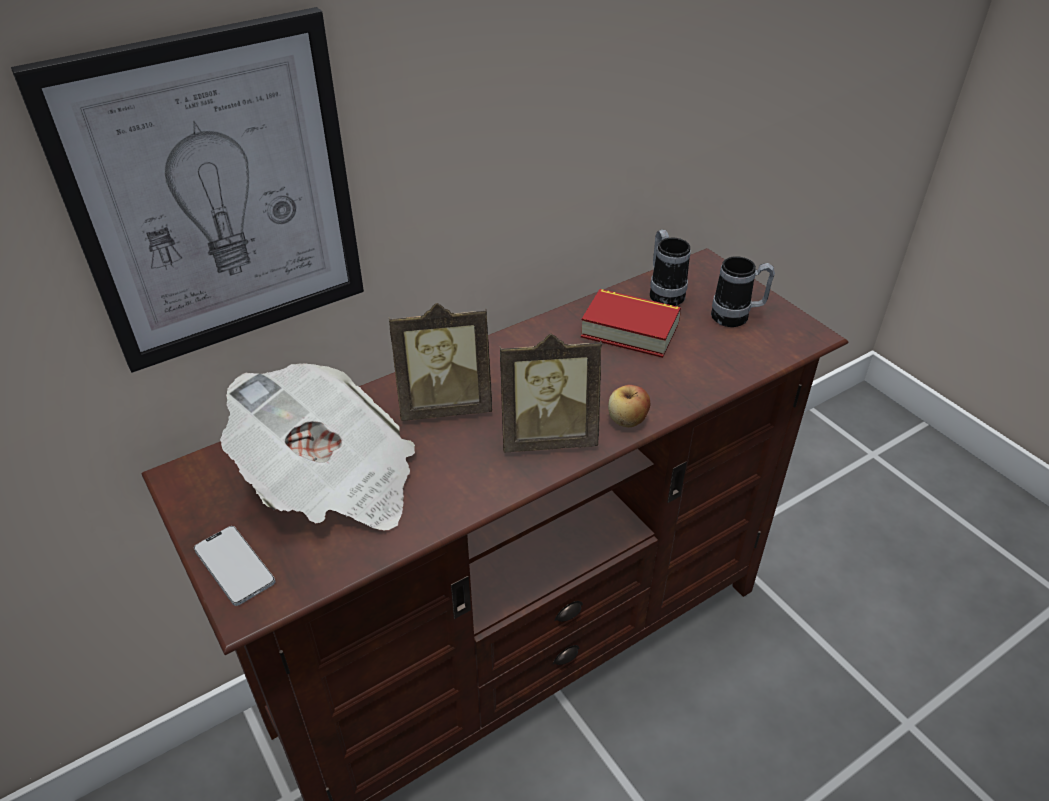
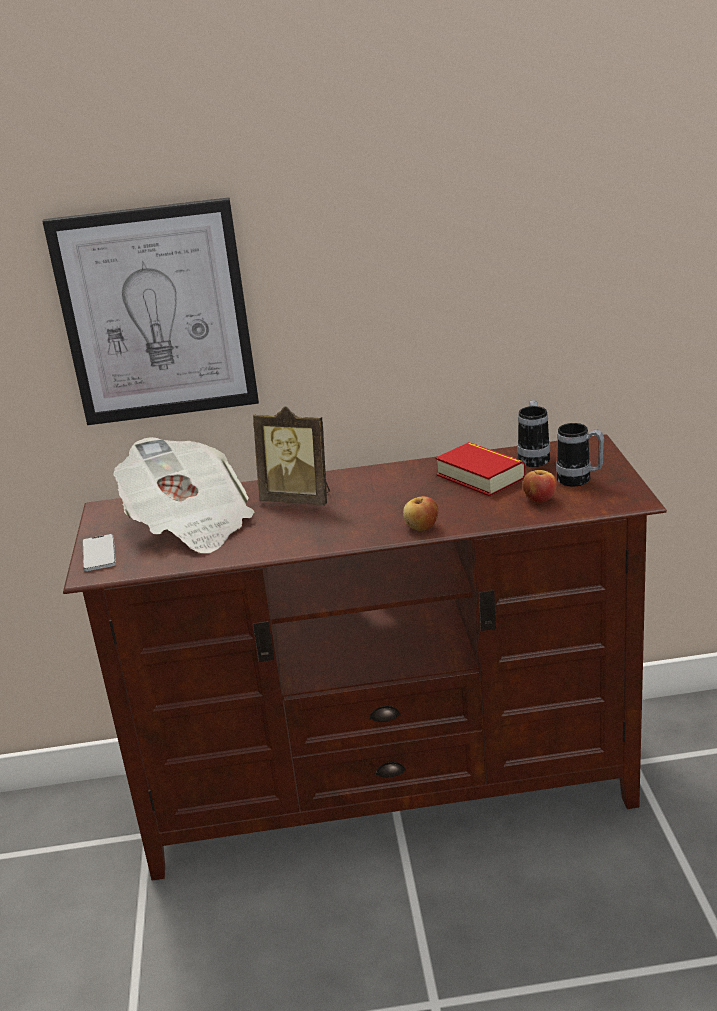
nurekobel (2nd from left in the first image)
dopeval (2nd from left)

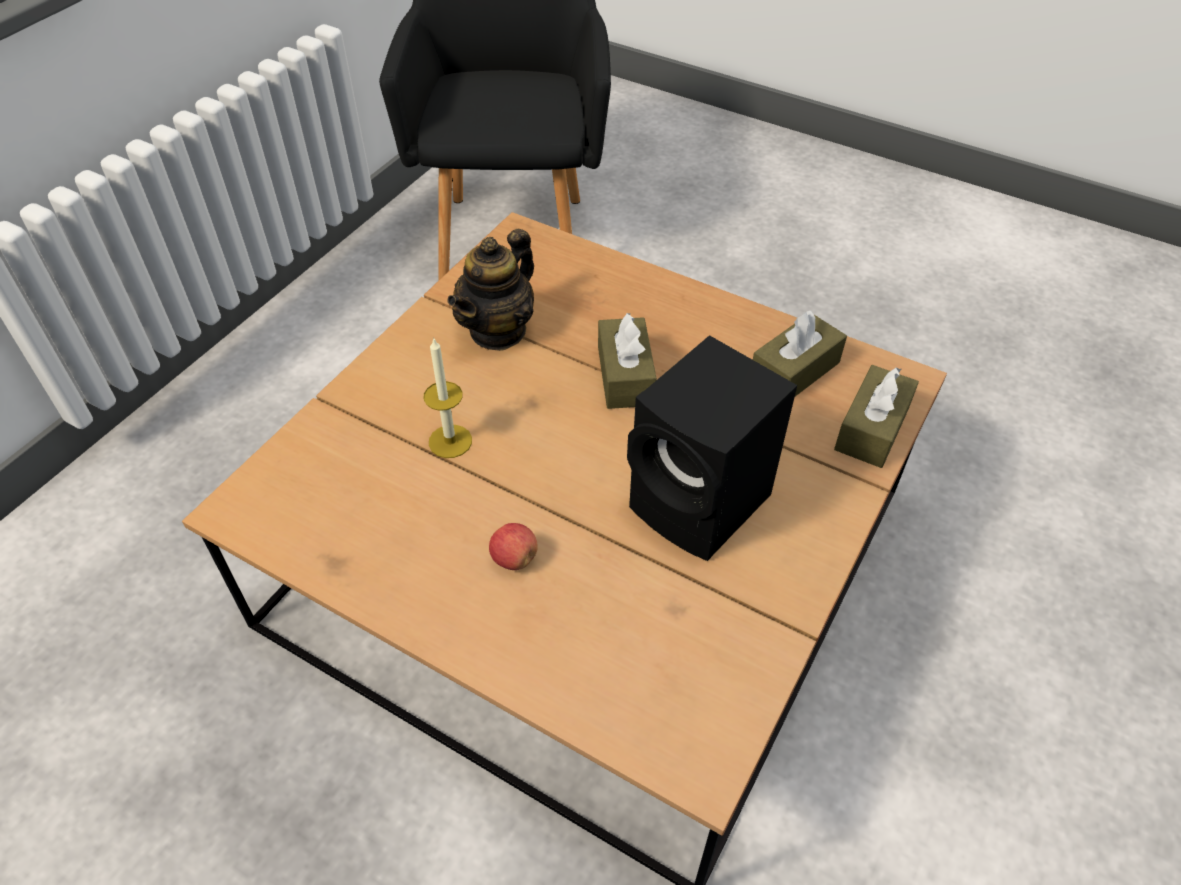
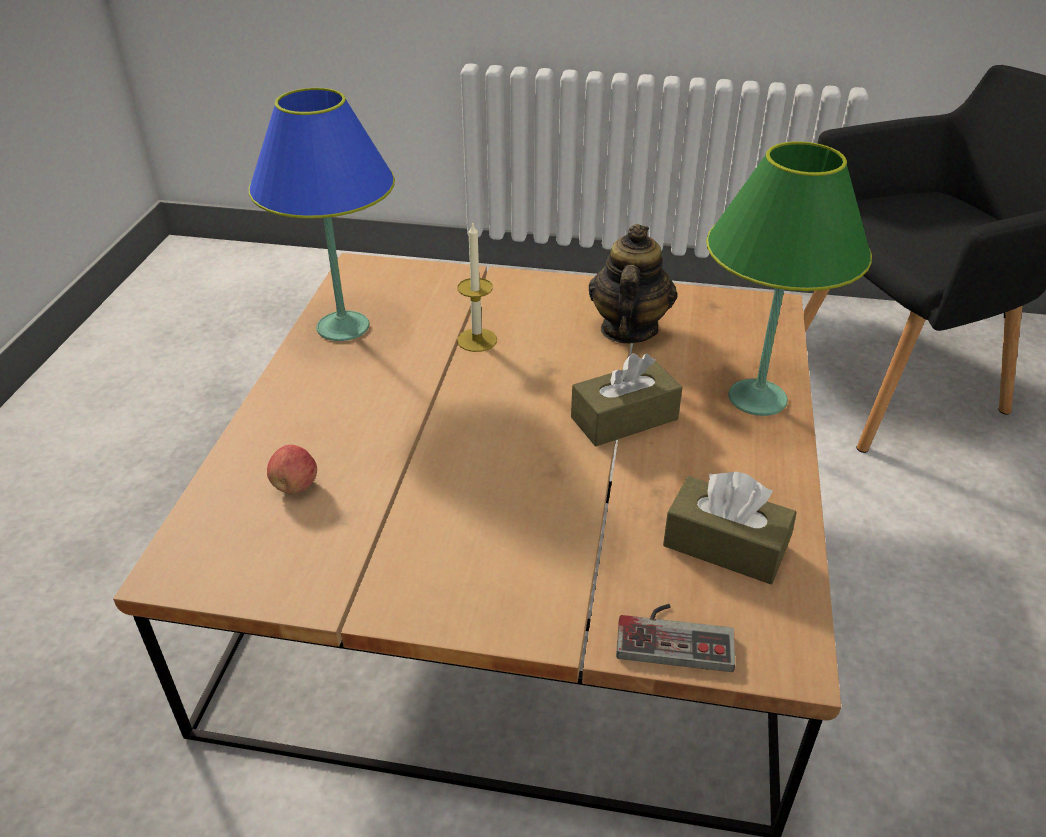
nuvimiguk
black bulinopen
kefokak
dopeval
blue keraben
green keraben

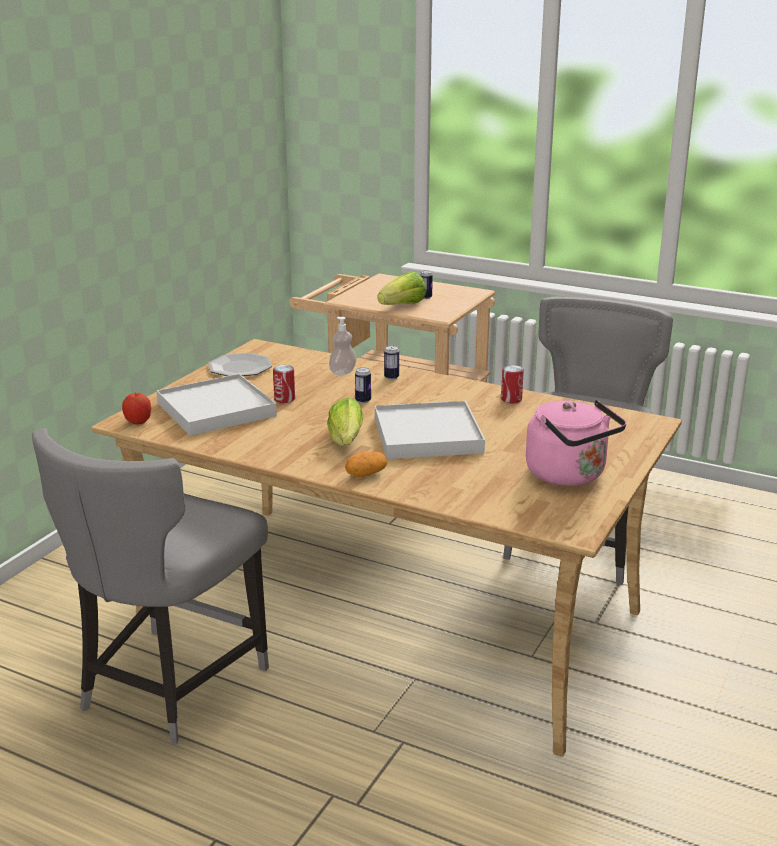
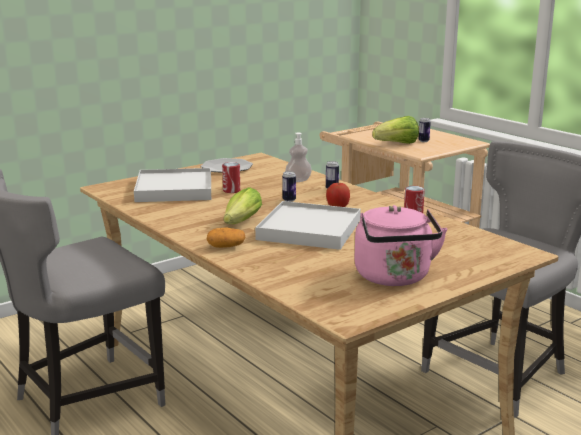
dopeval

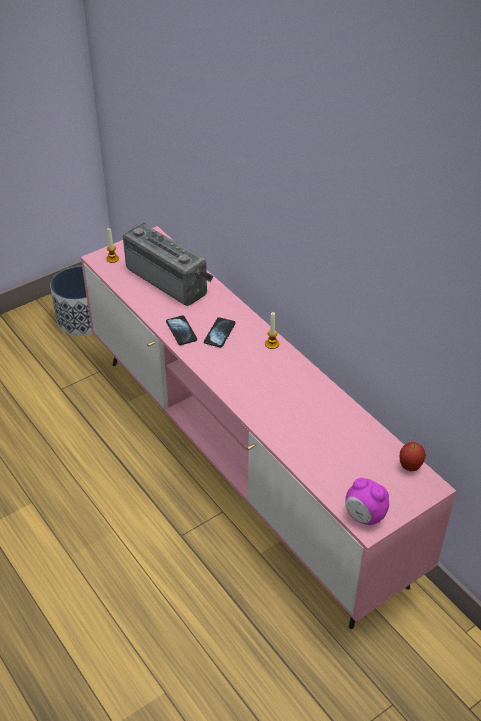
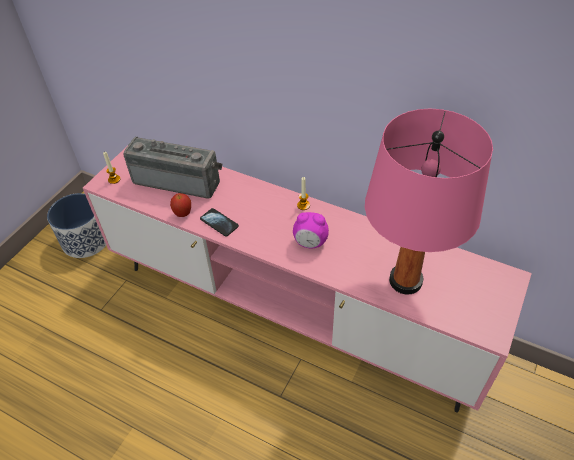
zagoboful (2nd from left in the first image)
dopeval
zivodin
pink keraben

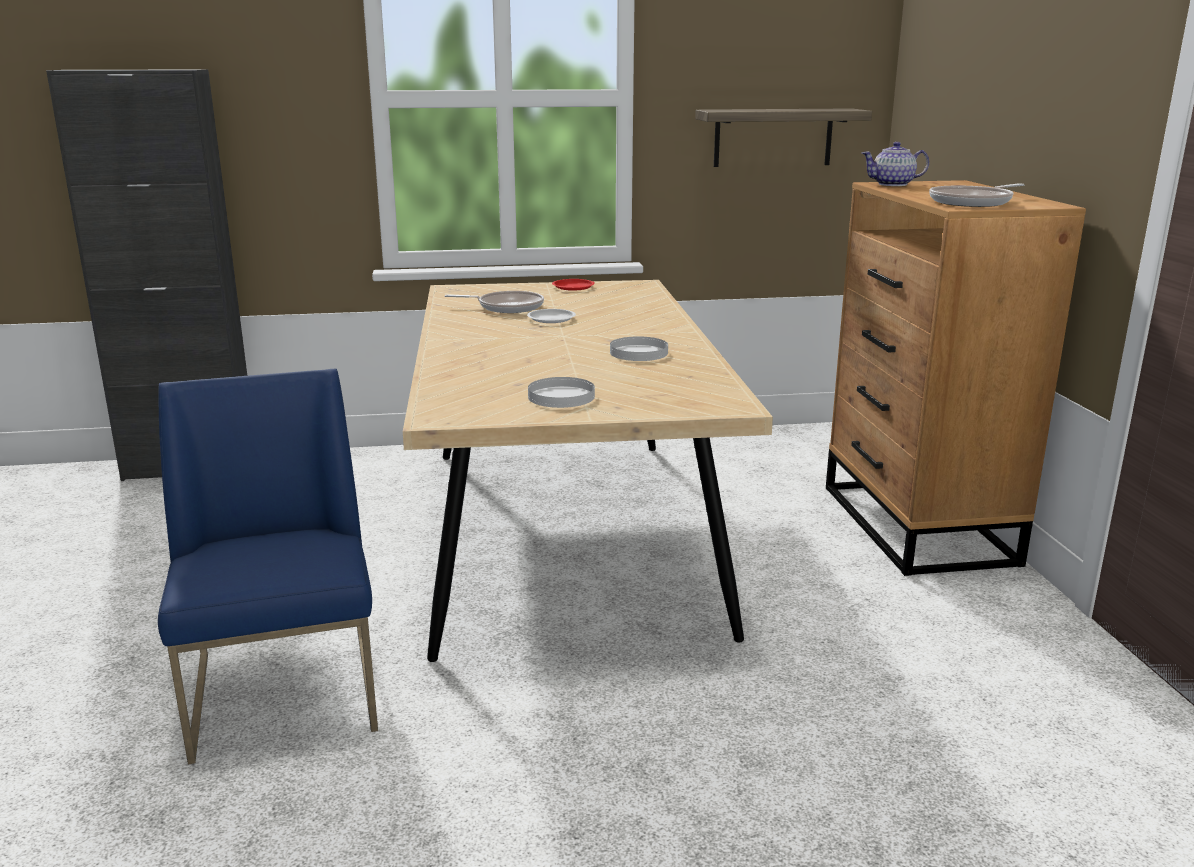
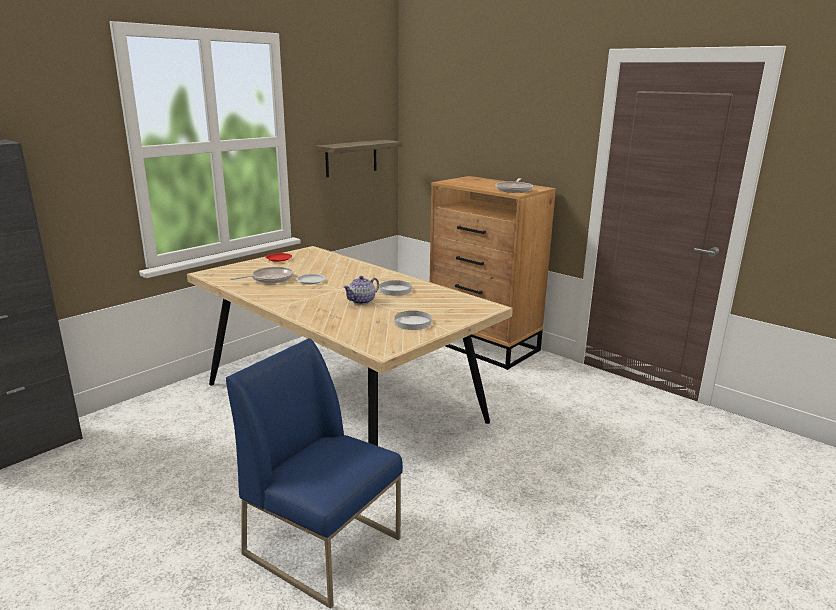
nuvimiguk

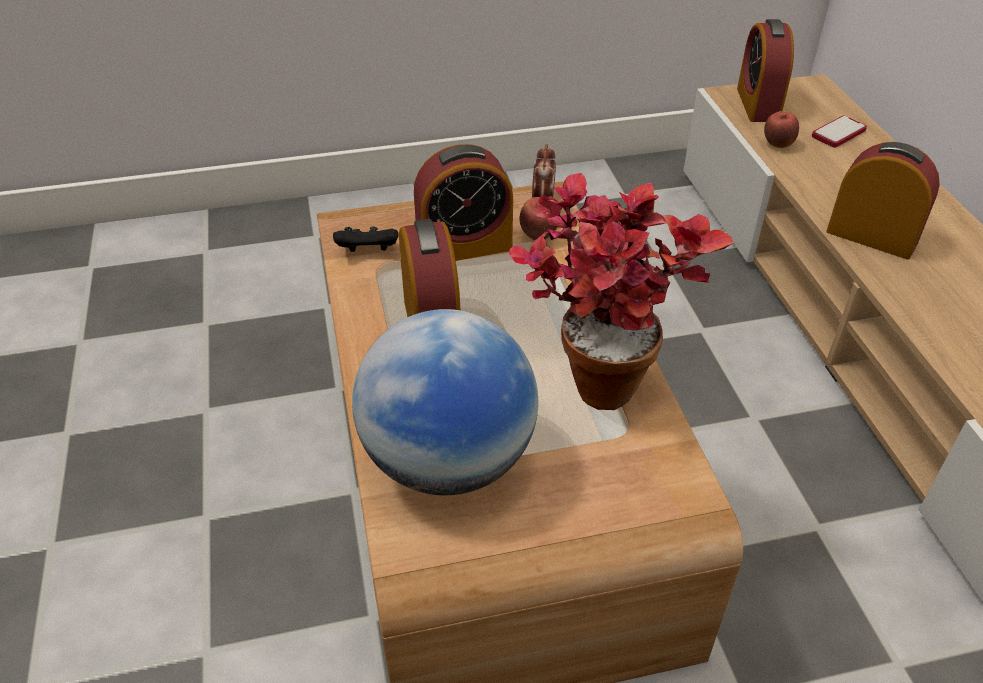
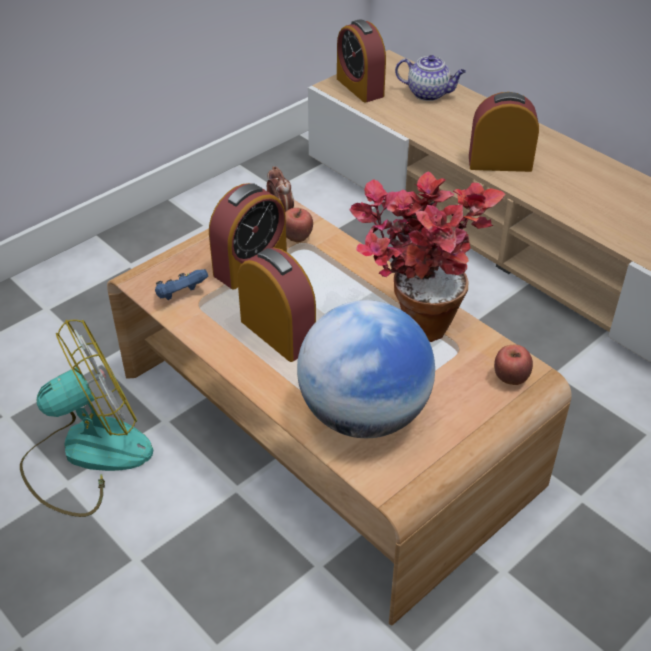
dopeval (2nd from left)
nuvimiguk
blue kefokak
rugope

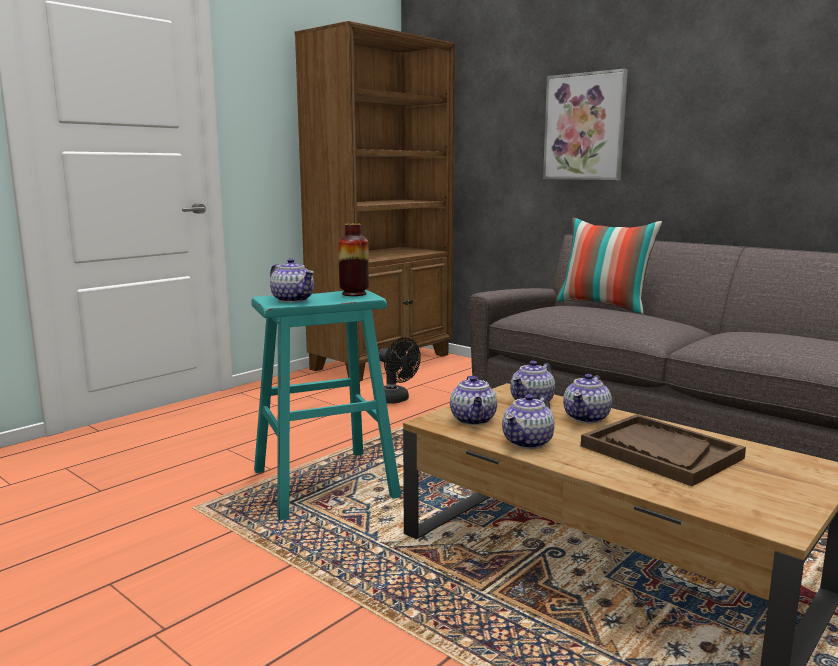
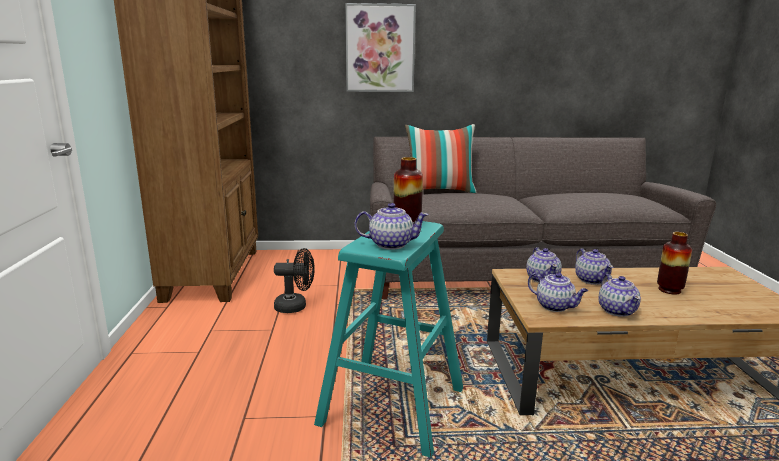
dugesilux (2nd from left)

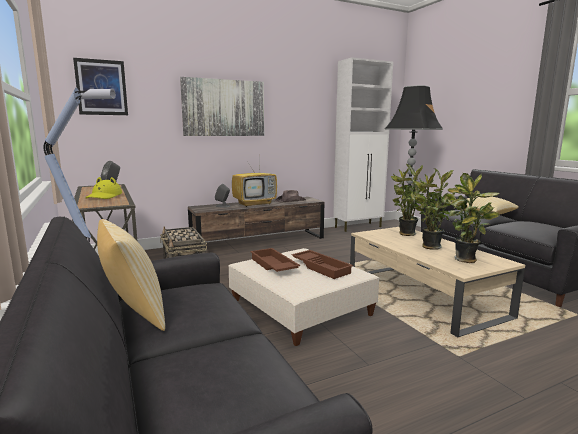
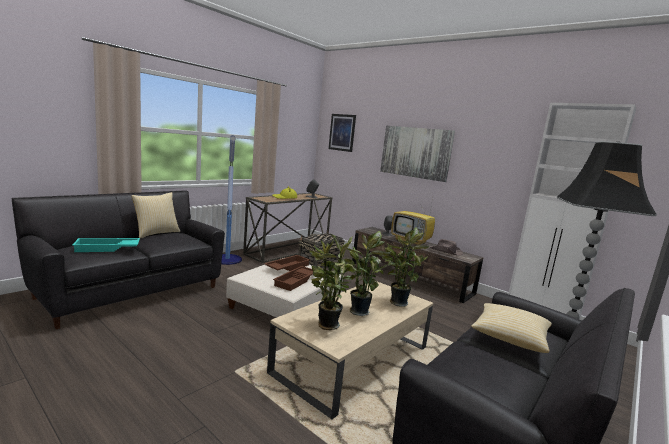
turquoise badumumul

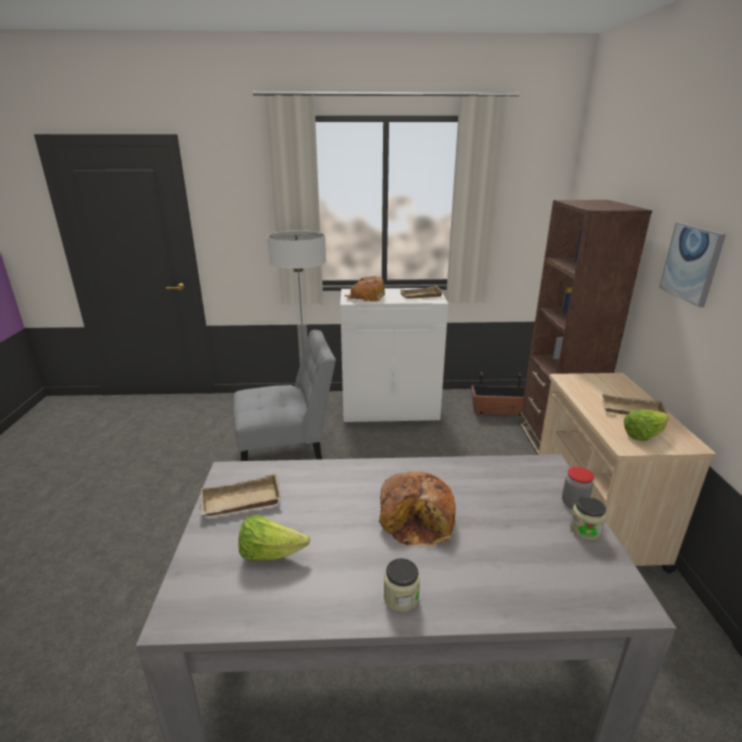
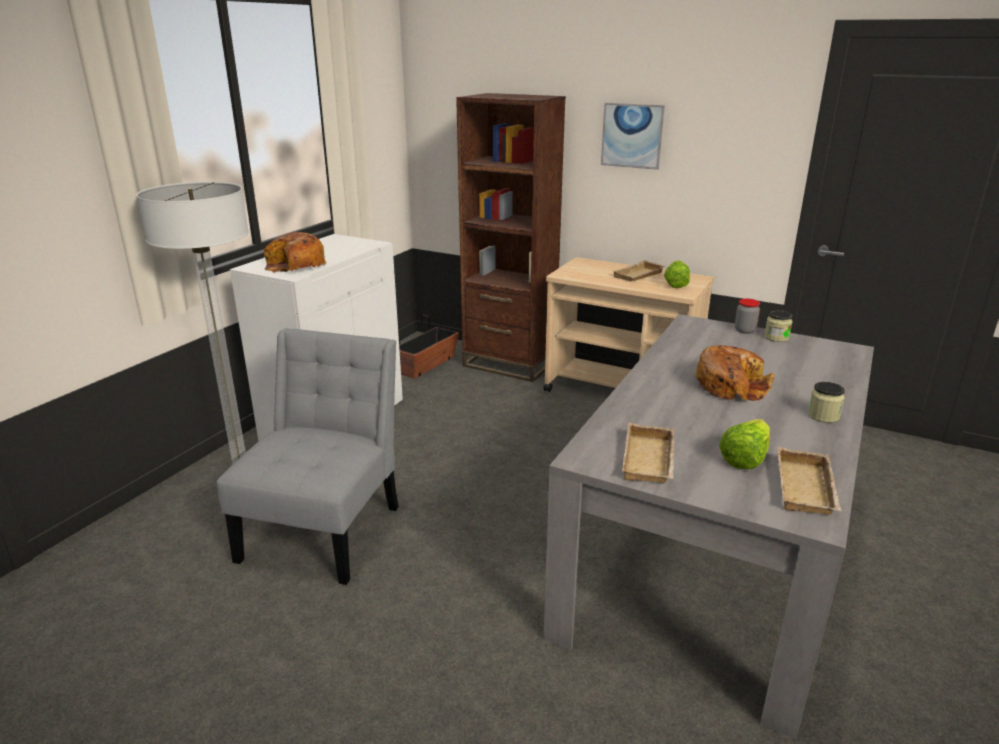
beige badumumul (3rd from left)

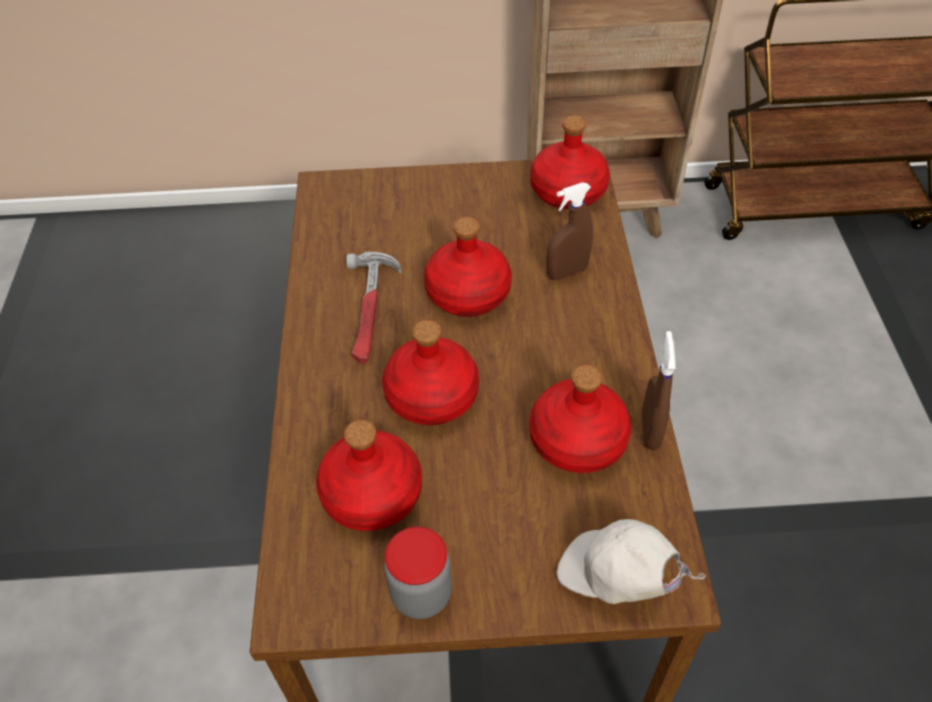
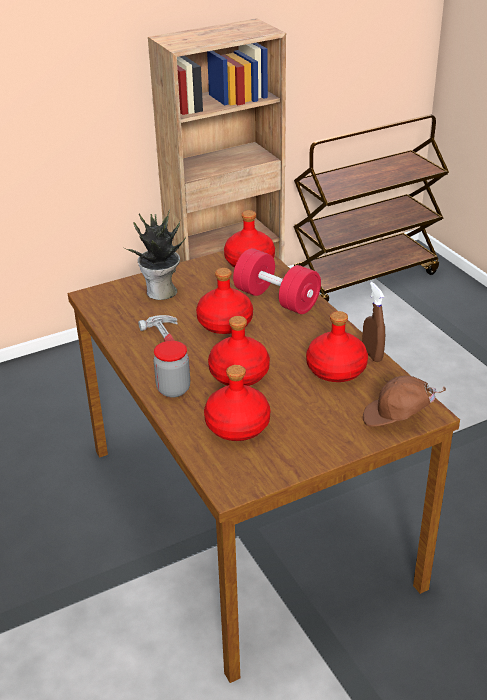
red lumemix
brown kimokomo
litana
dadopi

